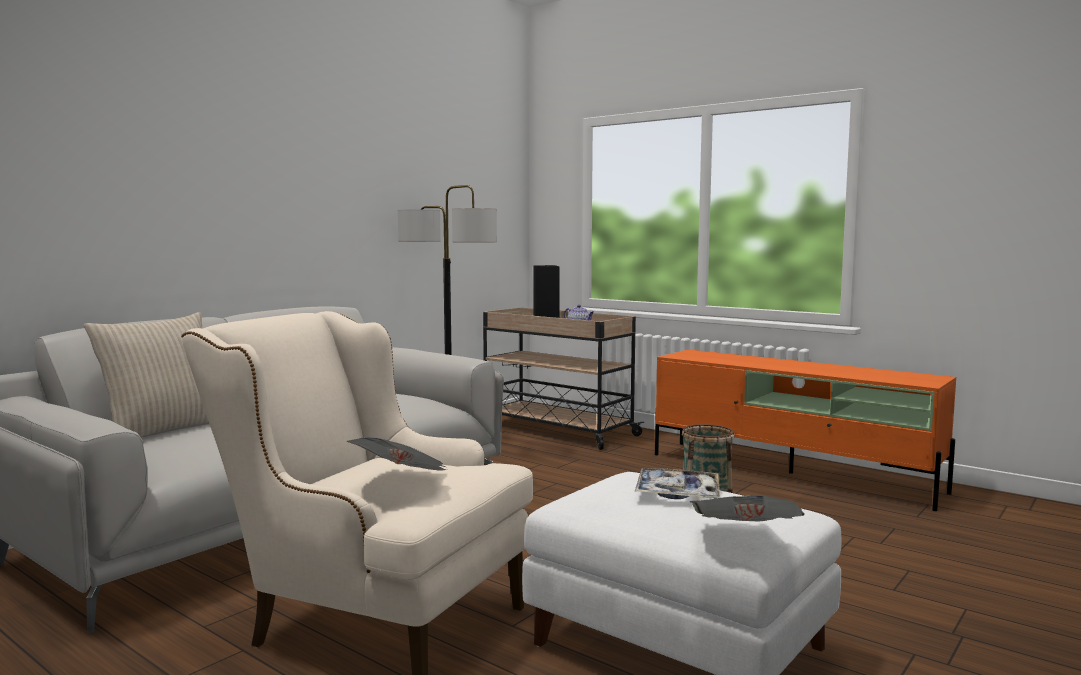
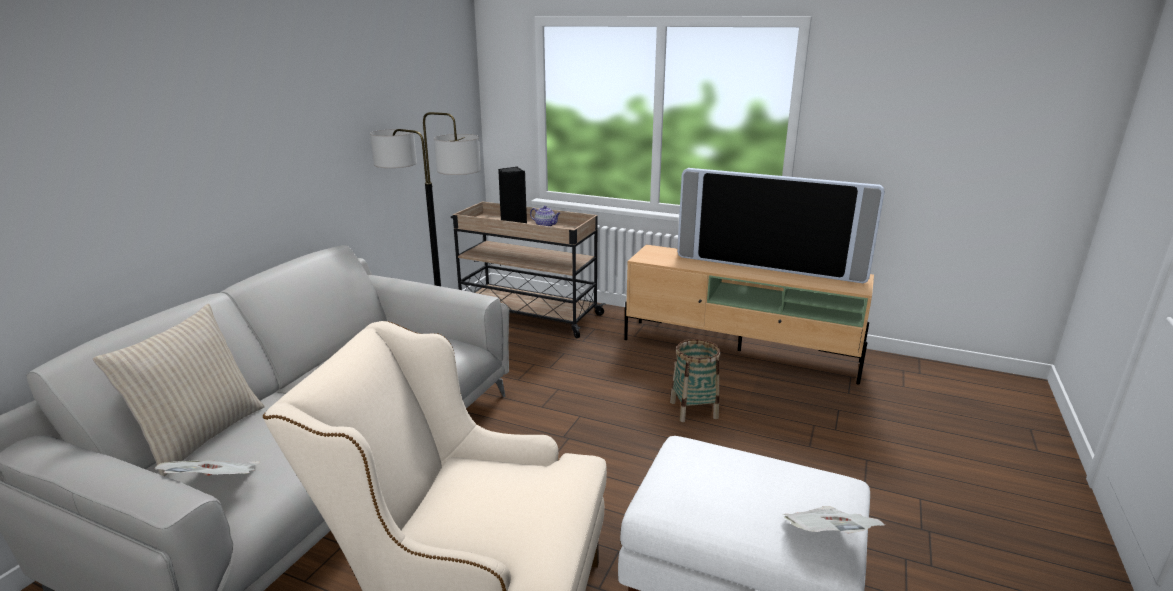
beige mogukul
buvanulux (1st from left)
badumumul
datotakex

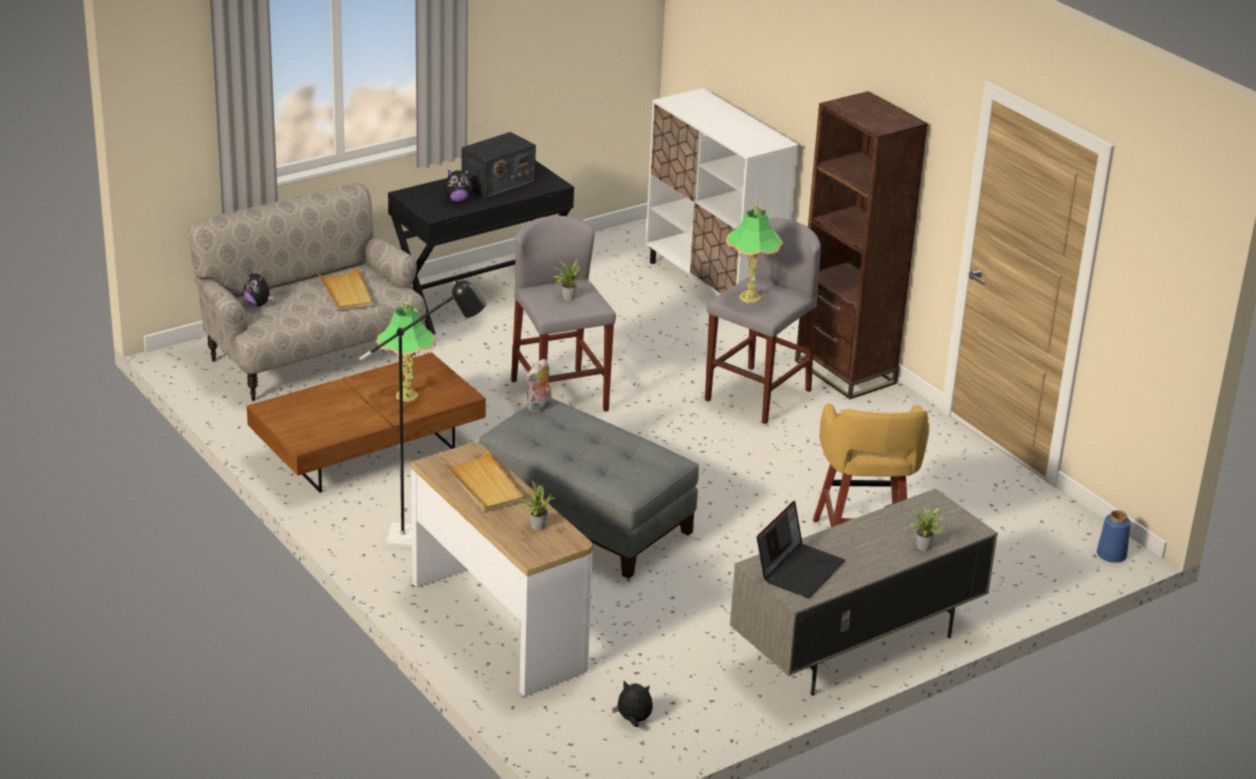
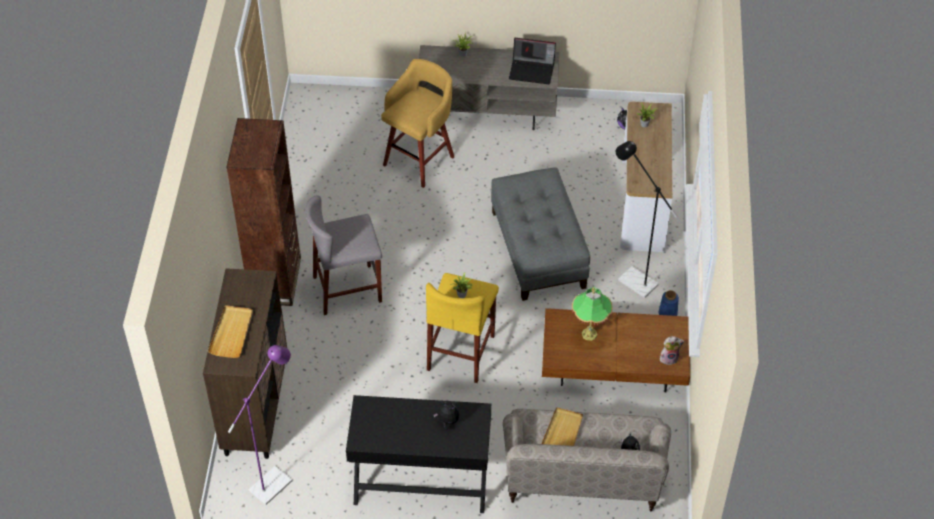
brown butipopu
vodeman
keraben (2nd from left in the first image)
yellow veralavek (2nd from left)
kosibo (4th from left)
beige badumumul (1st from left)
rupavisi
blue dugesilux
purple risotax

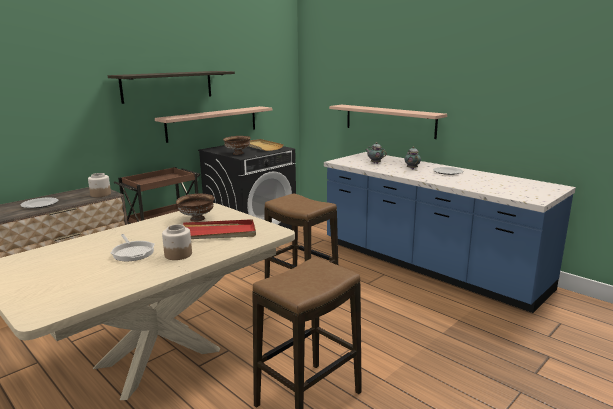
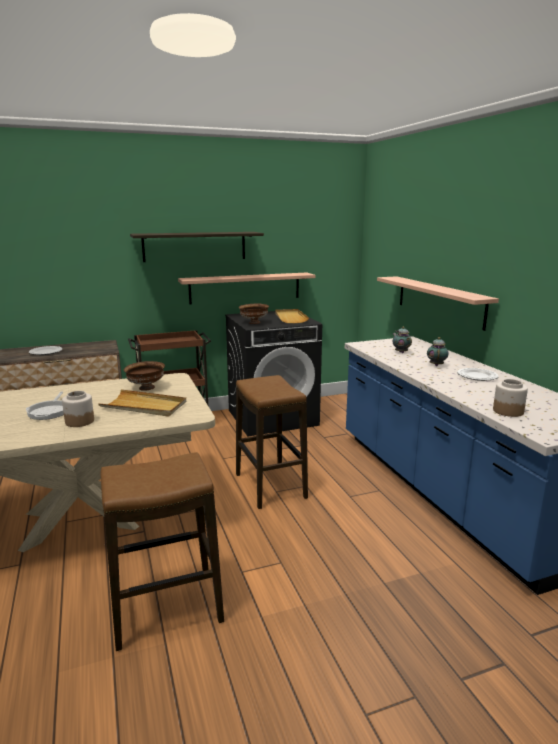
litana (2nd from left)
beige badumumul (1st from left)

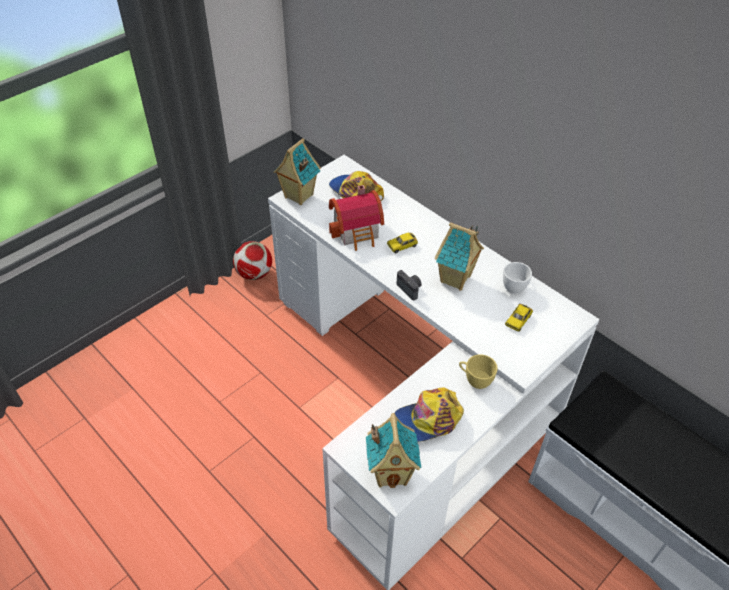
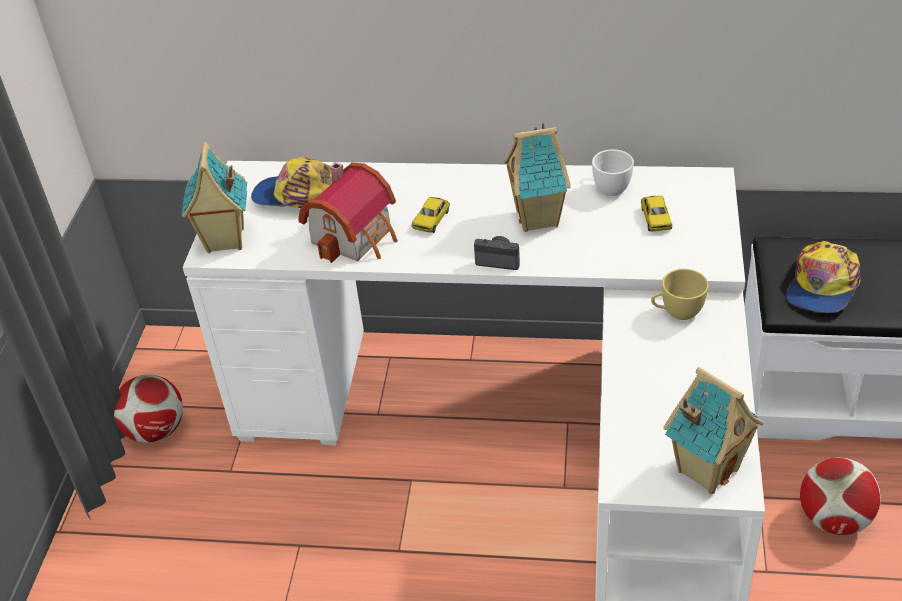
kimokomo (2nd from left)
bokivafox (2nd from left)

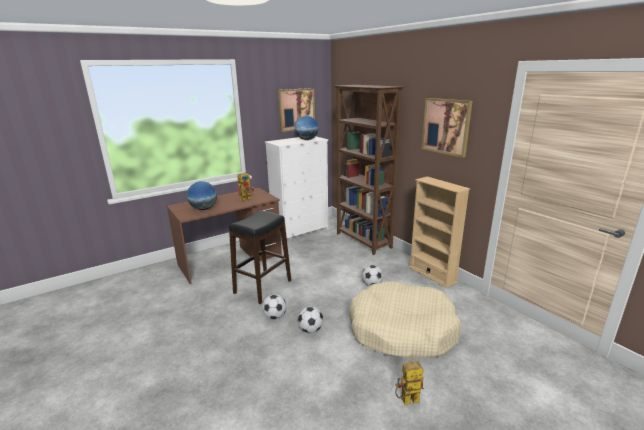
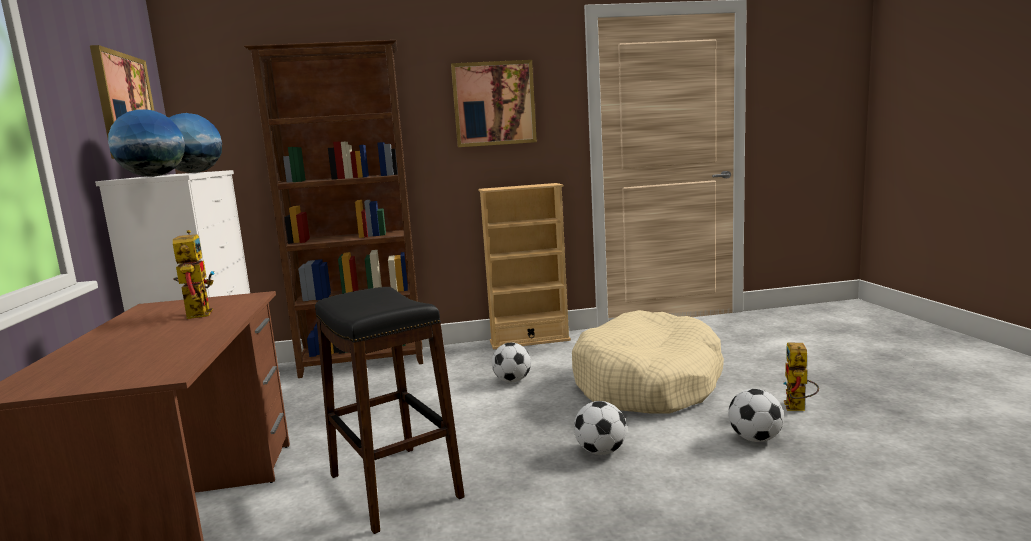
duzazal (1st from left)
bokivafox (3rd from left)

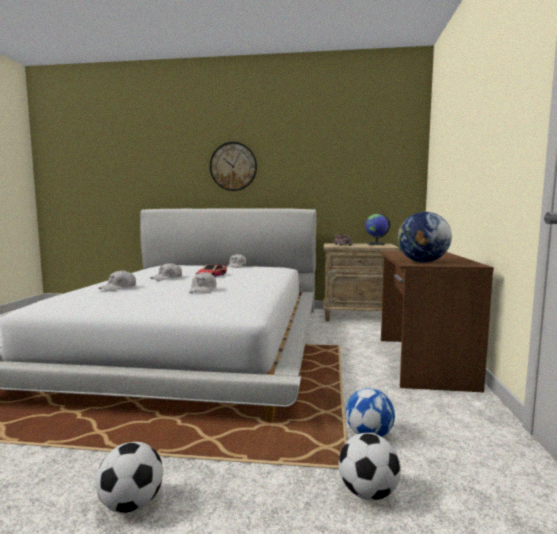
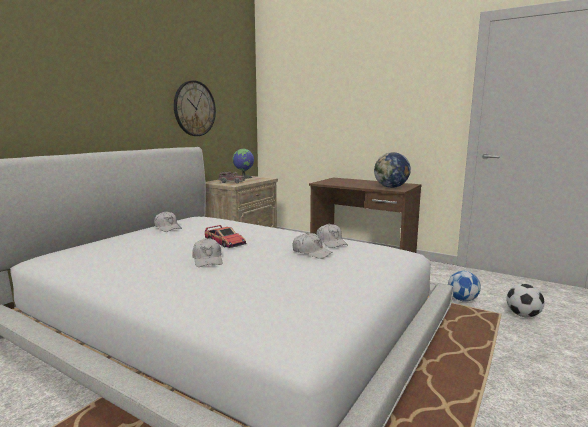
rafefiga
white kimokomo (4th from left)
bokivafox (1st from left in the first image)

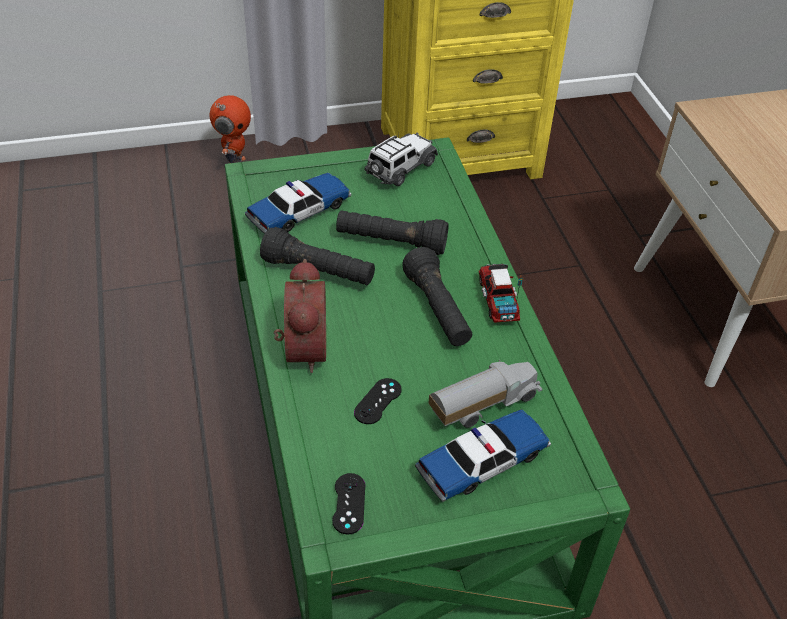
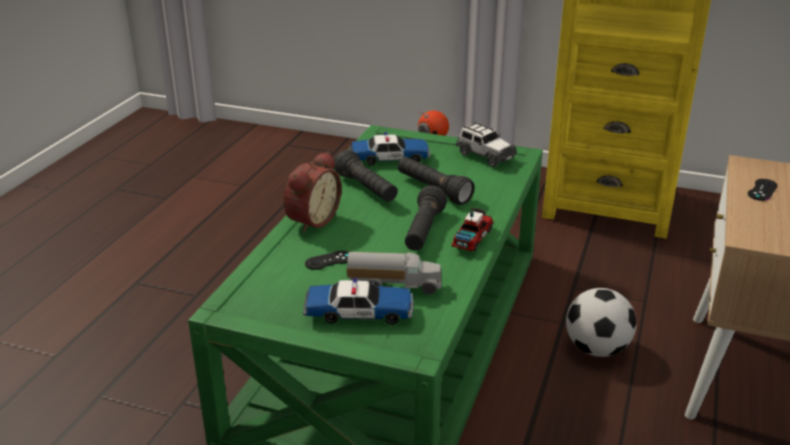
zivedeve (3rd from left)
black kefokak (2nd from left)
bokivafox

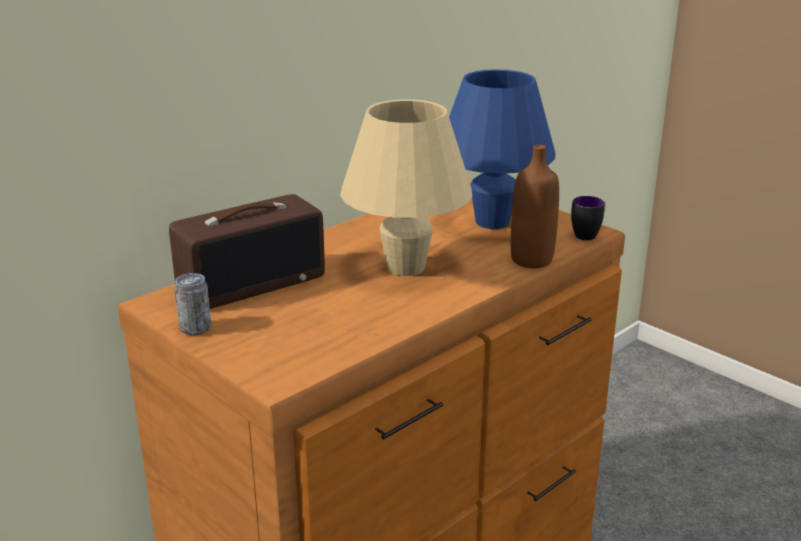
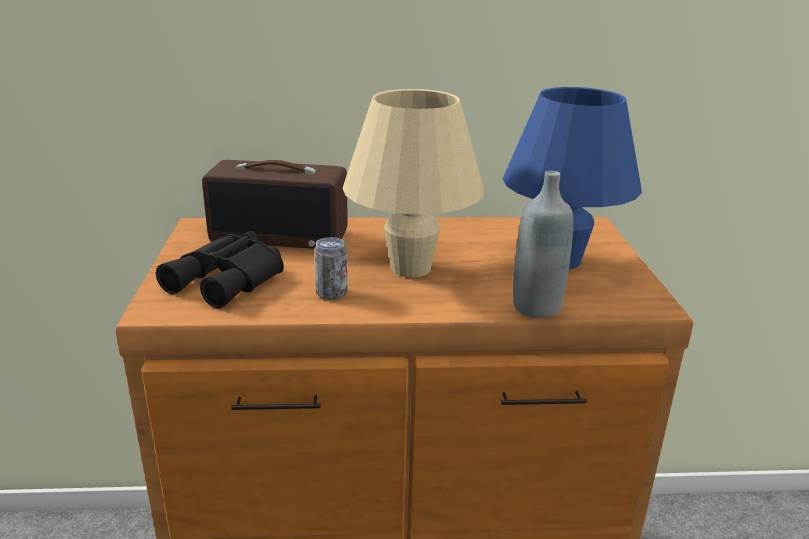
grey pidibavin
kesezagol
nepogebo
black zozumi

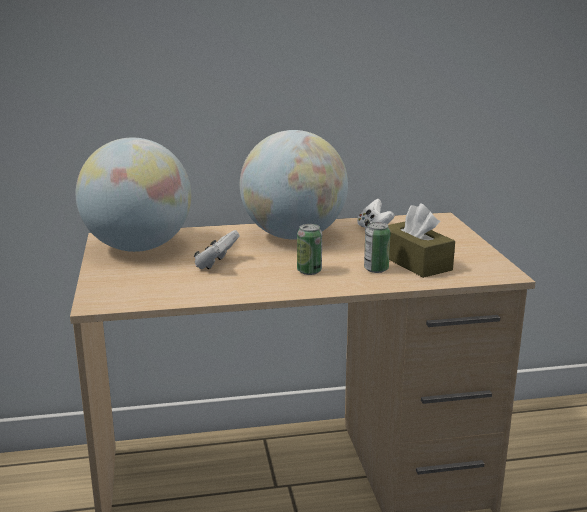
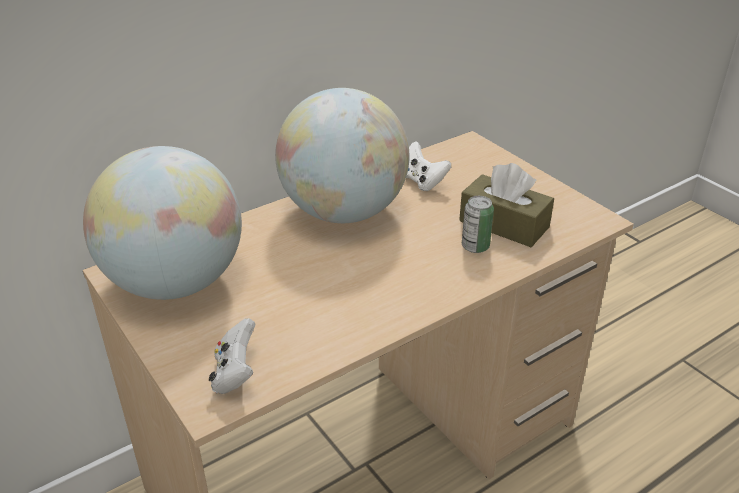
nepogebo (1st from left in the first image)
white kefokak (1st from left)

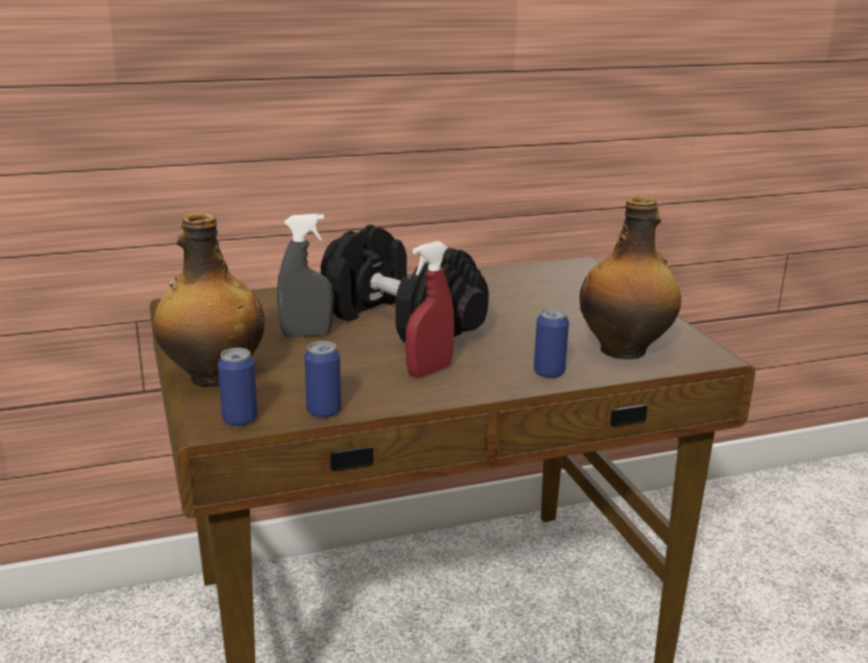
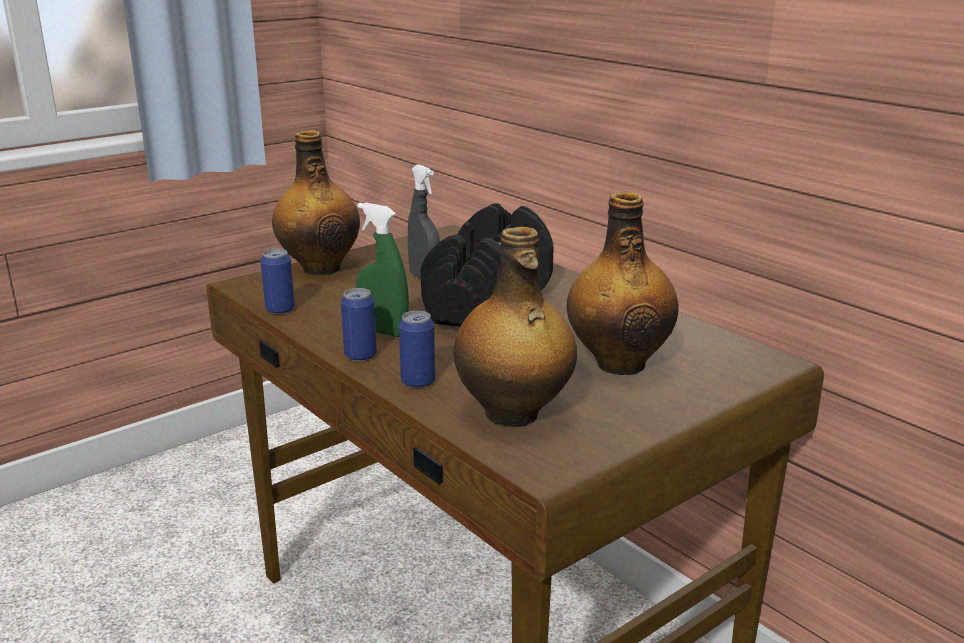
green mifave
nepogebo (2nd from left)
pidibavin (3rd from left)

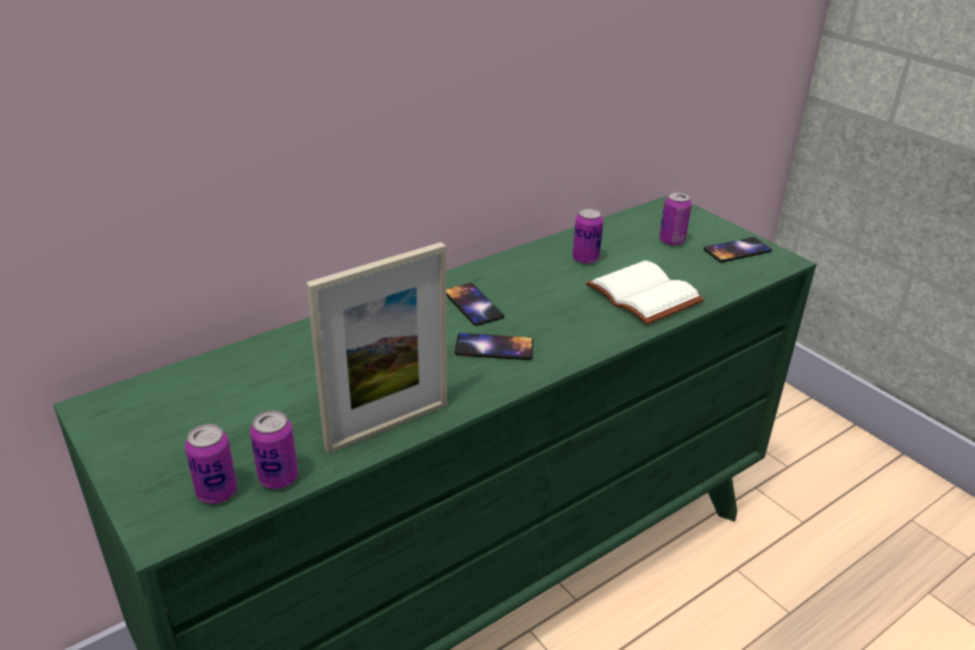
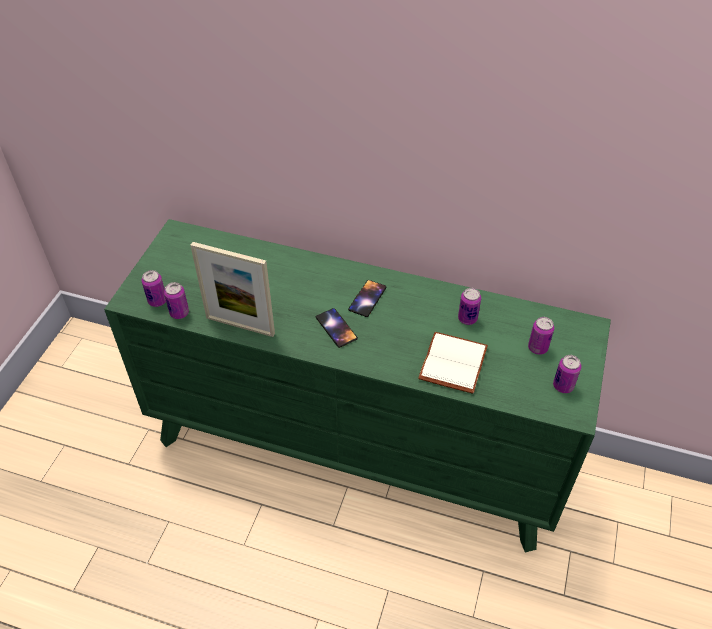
nepogebo (5th from left)

